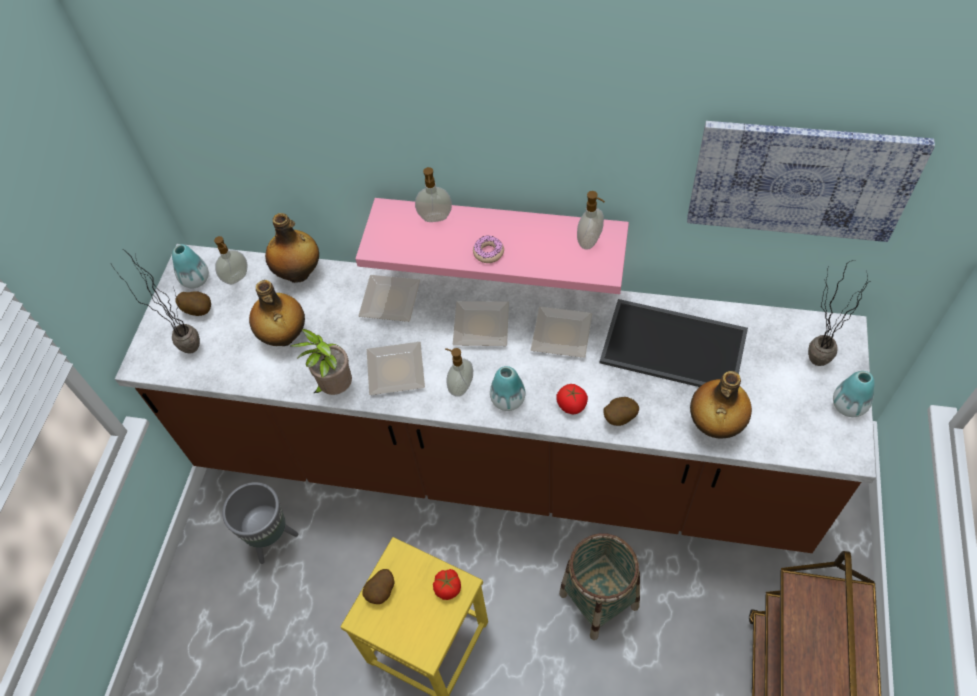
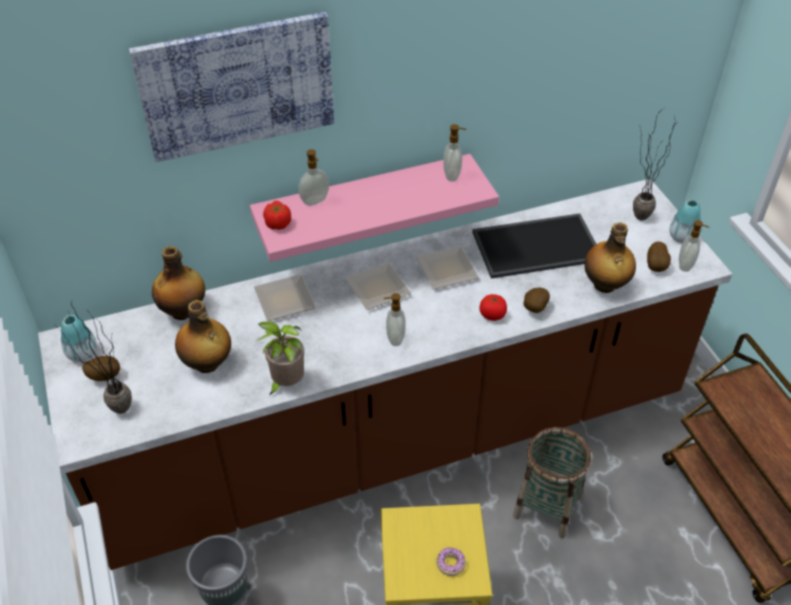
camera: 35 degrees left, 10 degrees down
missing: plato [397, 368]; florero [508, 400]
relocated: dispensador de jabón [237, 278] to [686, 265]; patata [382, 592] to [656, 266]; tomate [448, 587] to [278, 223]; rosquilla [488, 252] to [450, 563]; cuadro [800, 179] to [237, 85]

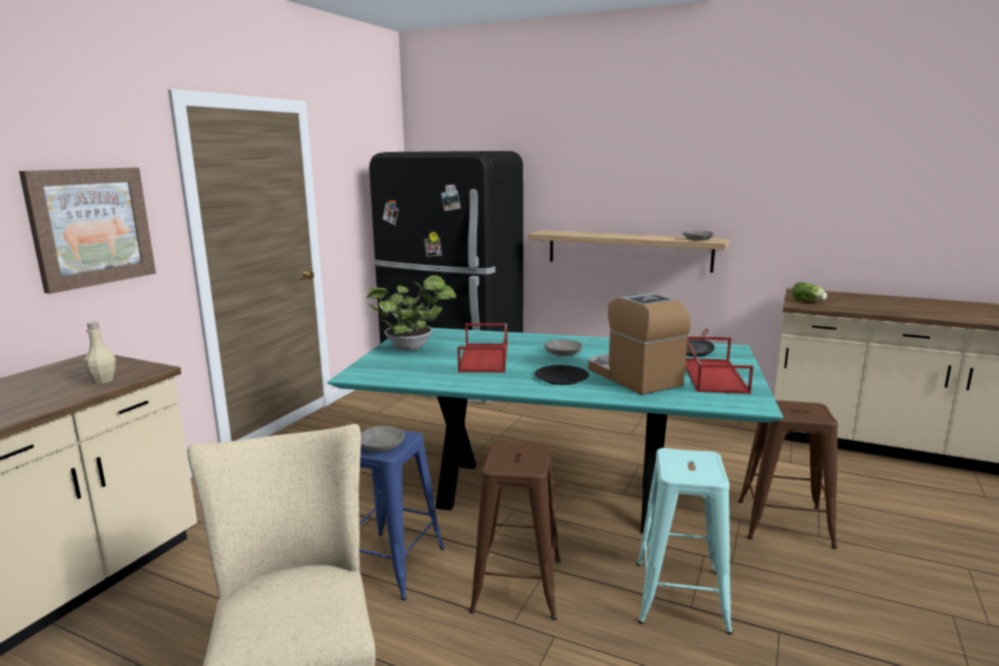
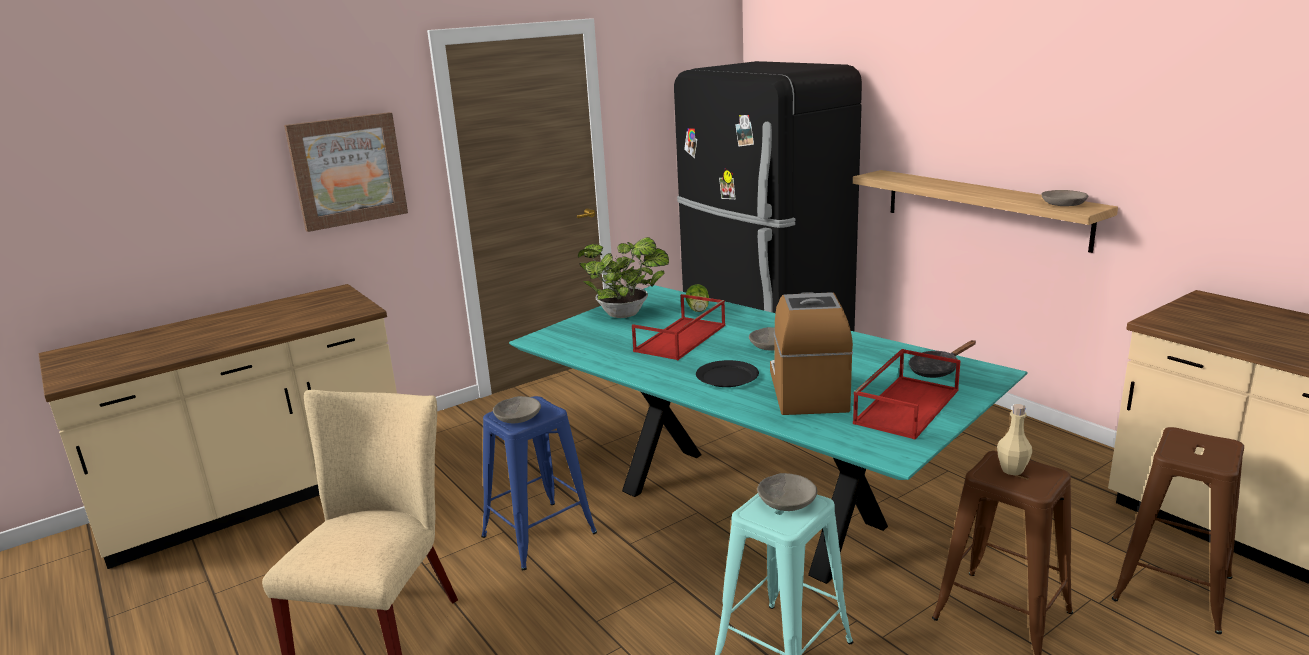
camera: 30 degrees right, 5 degrees up
appeared: cuenco [gris] [786, 500]
relocated: botella [beis] [103, 380] to [1012, 470]; taburete [marrón] [517, 585] to [1172, 588]; lechuga [808, 302] to [698, 310]

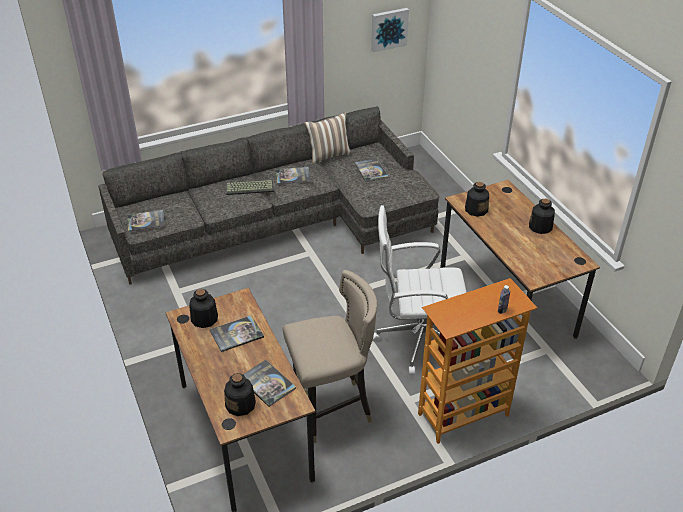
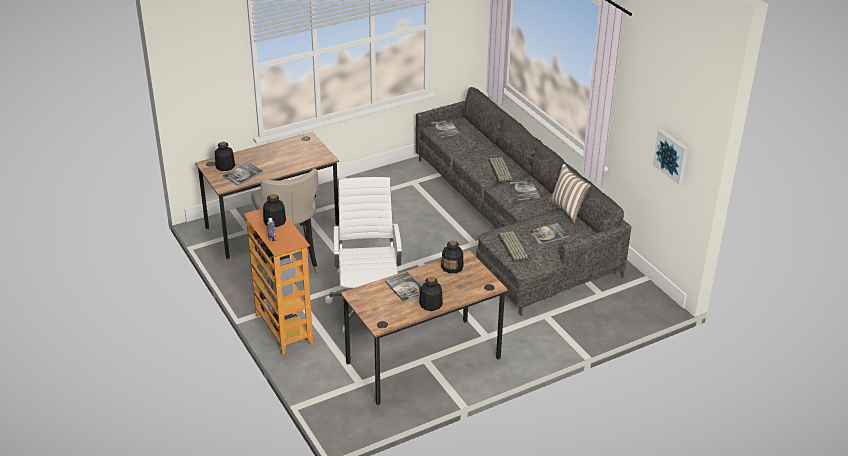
camera: 85 degrees right, 5 degrees down
appeared: teclado [514, 247]
relocated: botella [204, 319] to [274, 221]; libro [236, 334] to [405, 288]

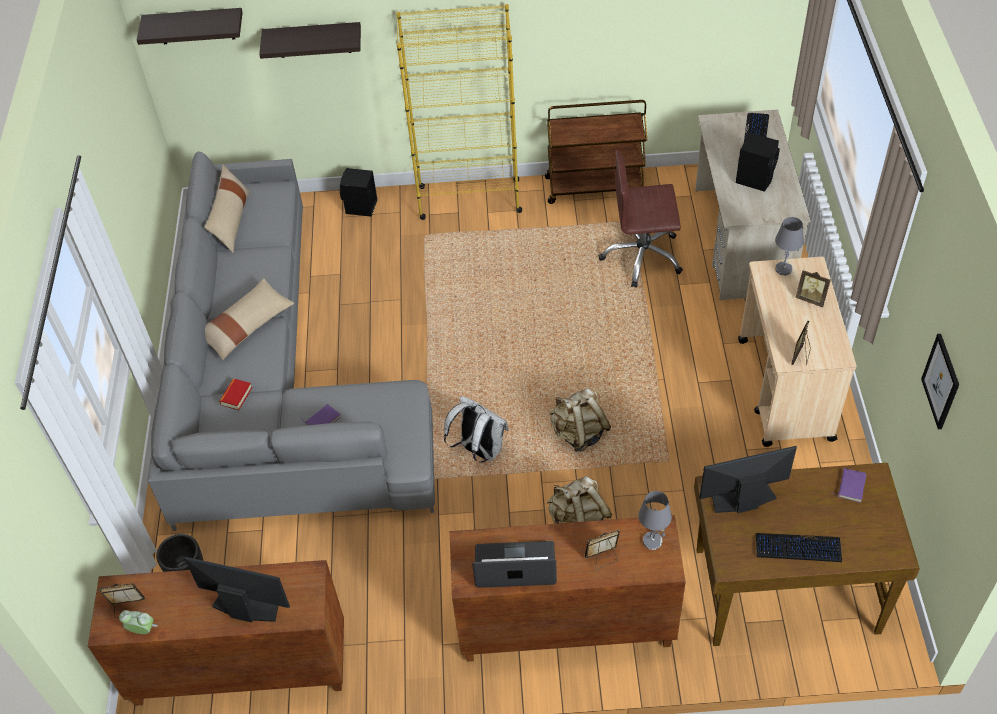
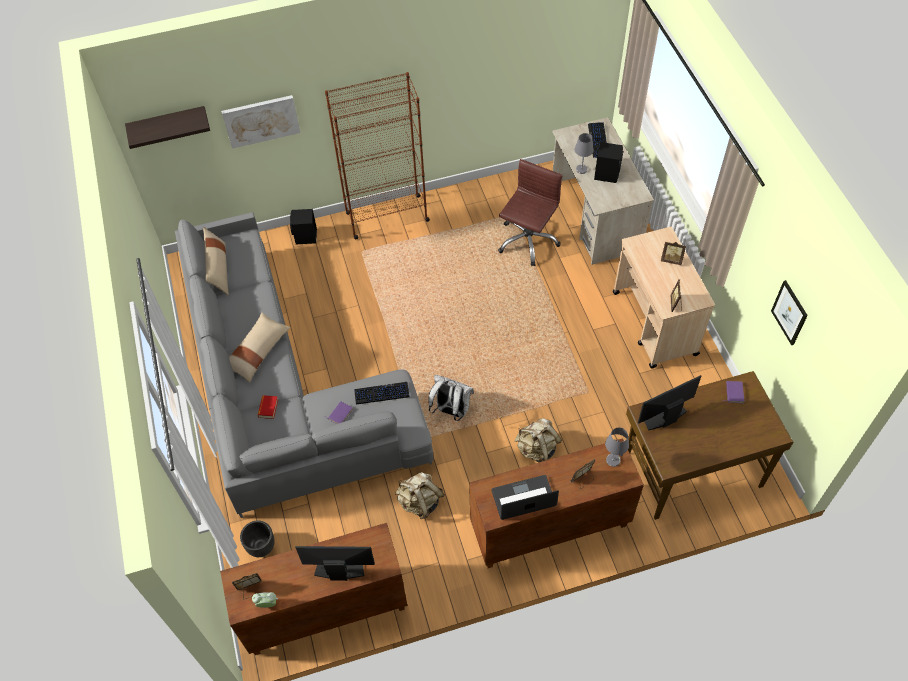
camera: 15 degrees left, 5 degrees up
missing: carrito [marrón] [595, 186]
relocated: mochila [beis] [579, 433] to [420, 502]; teclado [797, 548] to [381, 393]; lámpara de mesa [gris] [783, 268] to [581, 169]
exchanged: estante [313, 40] to cuadro [261, 120]
colour: estantería [amarillo] [469, 199] to estantería [marrón] [386, 217]
spun: silla de oficina [marrón] [642, 257] = [527, 241] 135 degrees clockwise

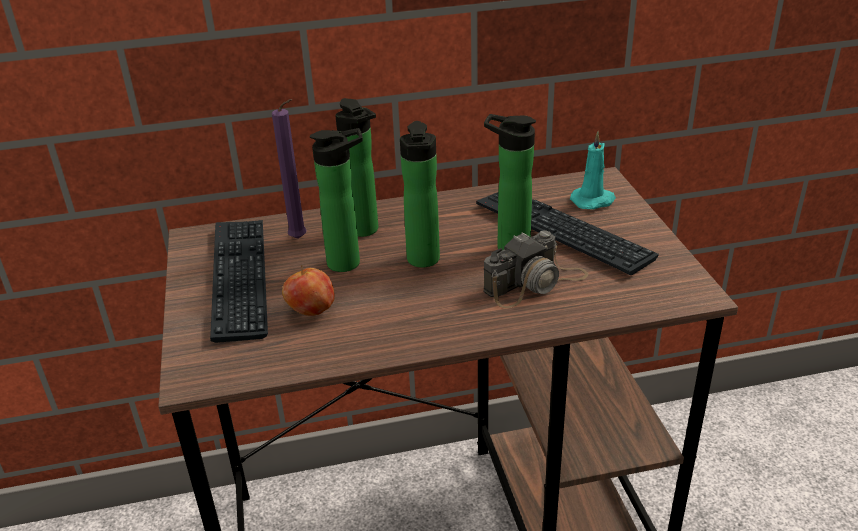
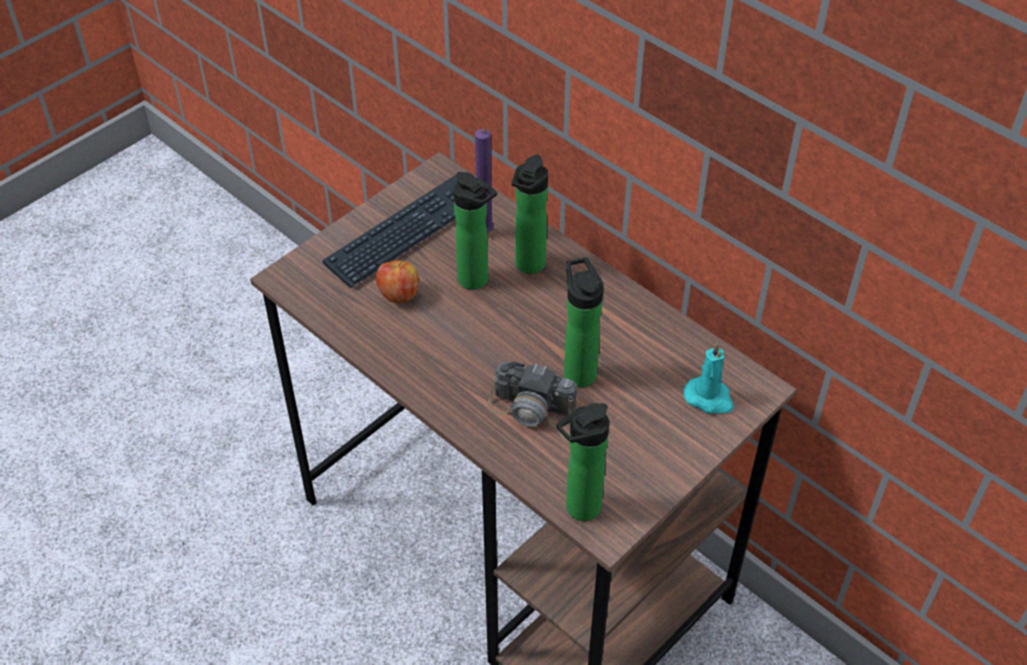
camera: 55 degrees right, 15 degrees up
missing: teclado [562, 232]
relocated: botella [423, 262] to [578, 510]

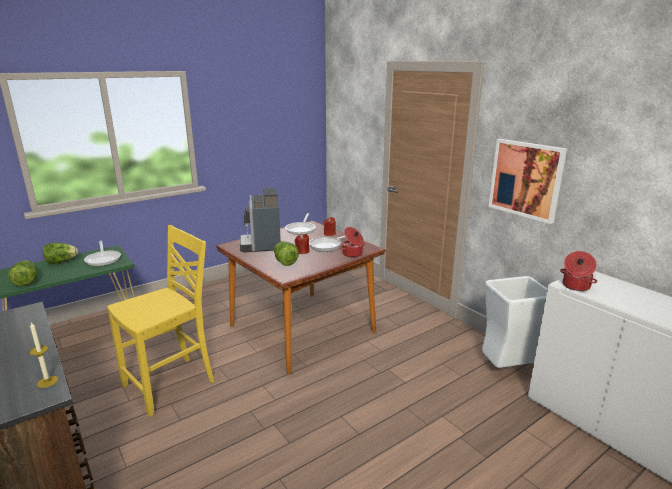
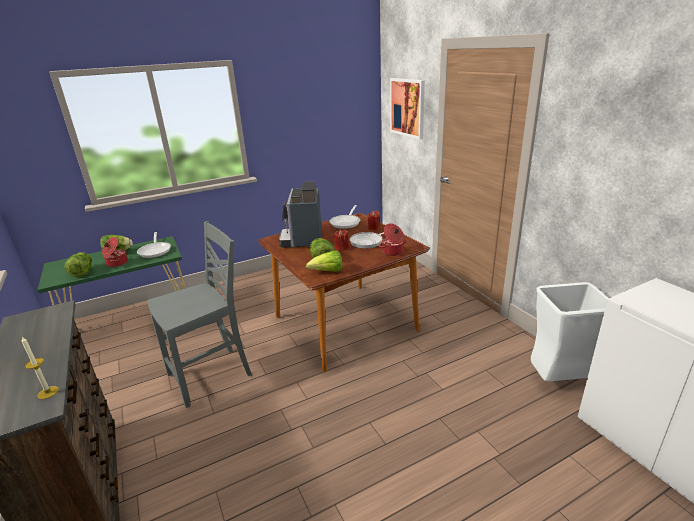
camera: 10 degrees right, 5 degrees up
appeared: lechuga [327, 272]
relocated: cuadro [526, 179] to [407, 107]; olla [575, 286] to [116, 263]
colour: silla [amarillo] [171, 384] to silla [gris] [212, 375]

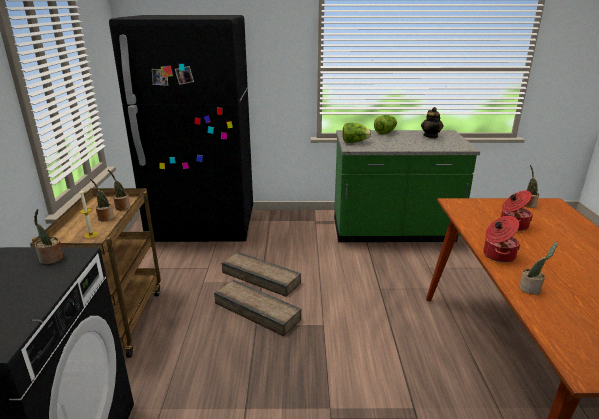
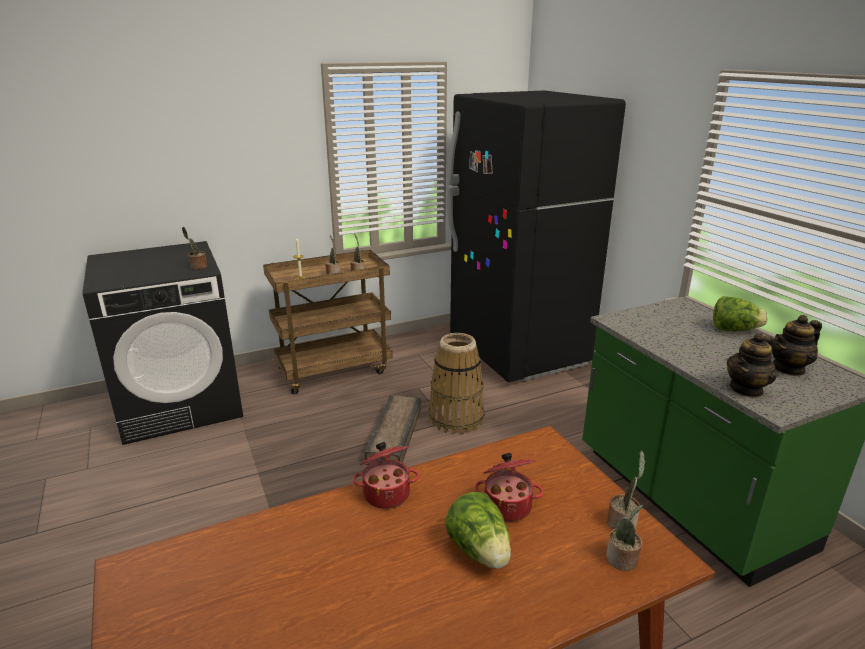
camera: 65 degrees right, 0 degrees up
appeared: tetera [746, 389]
relocated: lechuga [354, 142] to [480, 550]; planta en maceta [531, 289] to [622, 561]
exchanged: caja de embalaje [261, 277] to cesta [456, 418]

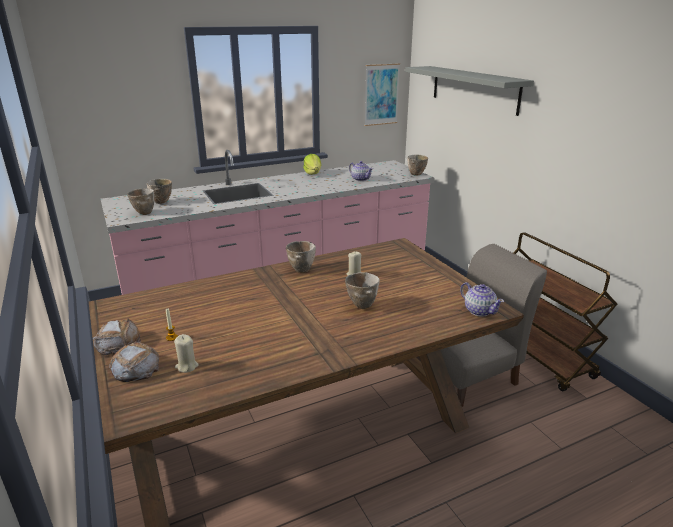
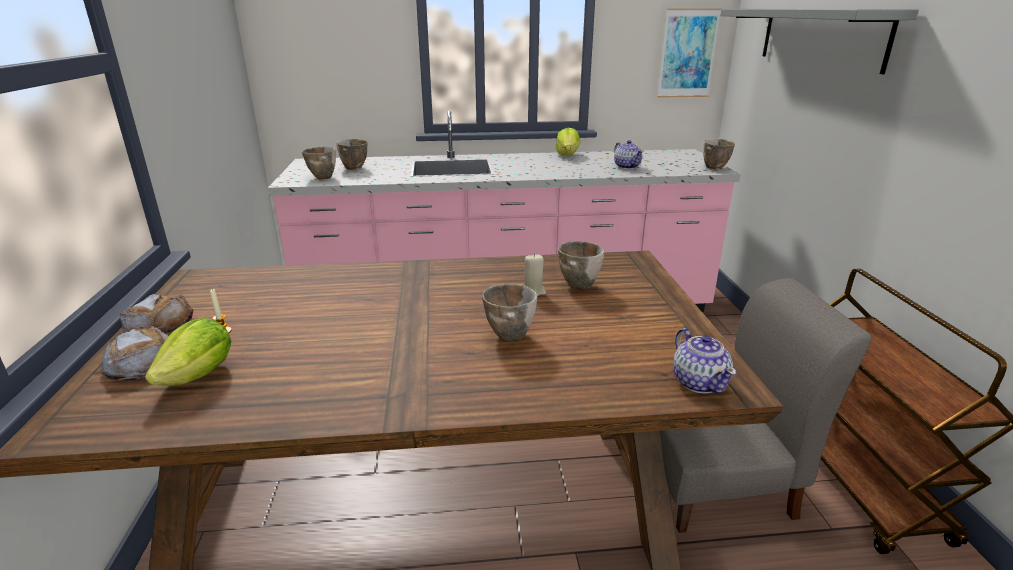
camera: 20 degrees right, 0 degrees up
relocated: cuenco [302, 269] to [580, 285]
exchanged: vela [beis] [186, 366] to lechuga [200, 375]

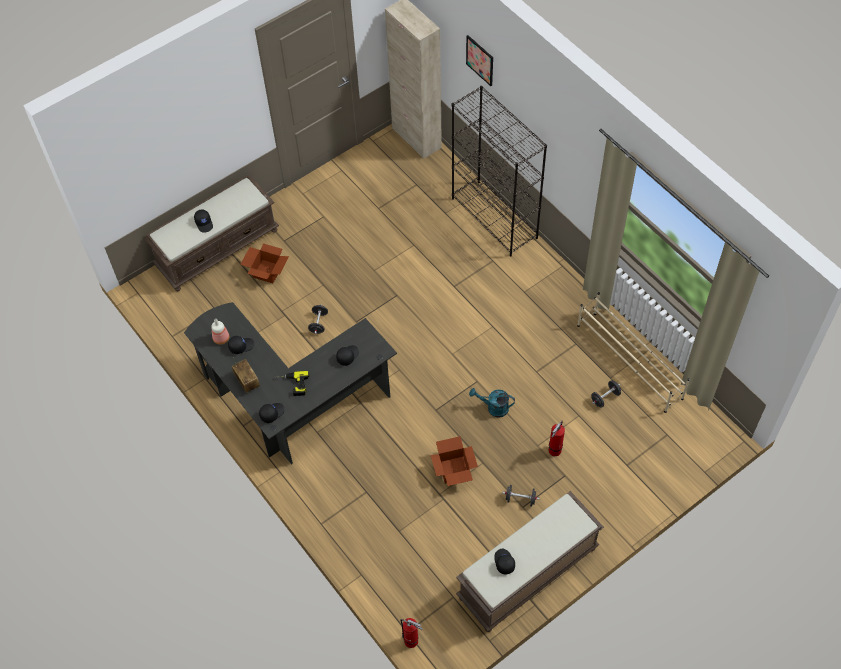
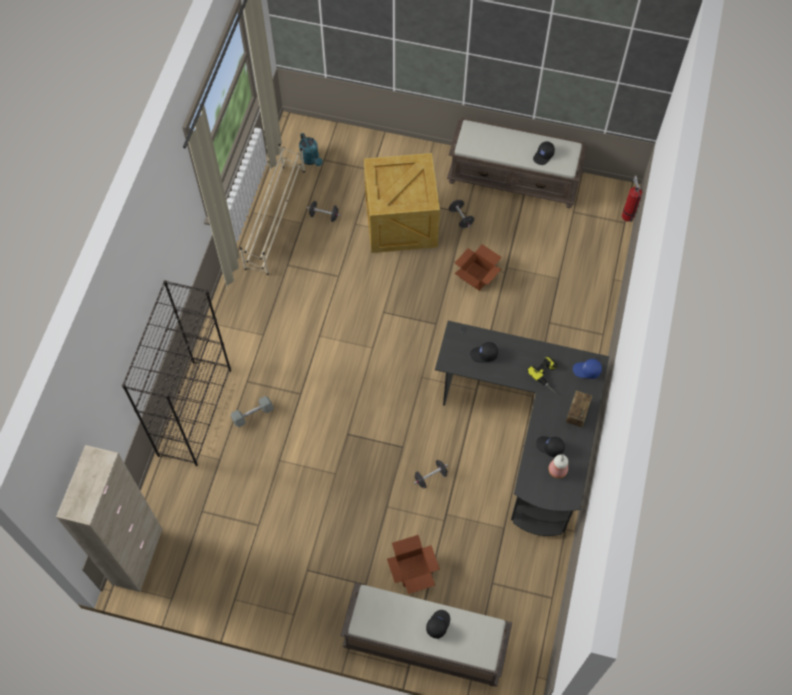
camera: 130 degrees left, 5 degrees up
missing: cuadro [480, 60]
appeared: mancuerna [gris] [253, 414]
relocated: regadera [turquesa] [493, 408] to [311, 160]
exchanged: extintor [554, 451] to caja de embalaje [402, 221]
colour: gorra [negro] [271, 413] to gorra [azul] [586, 371]

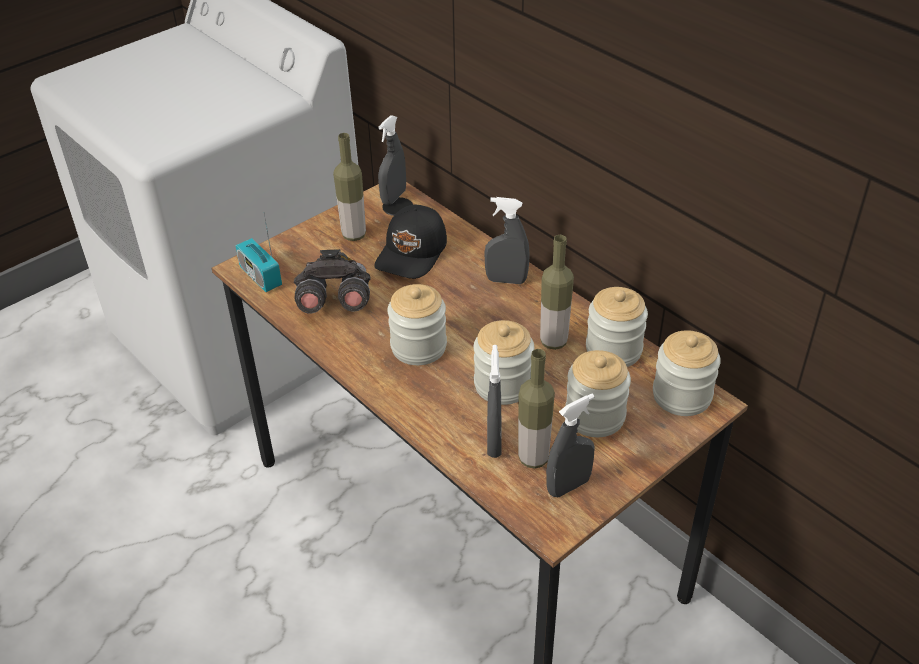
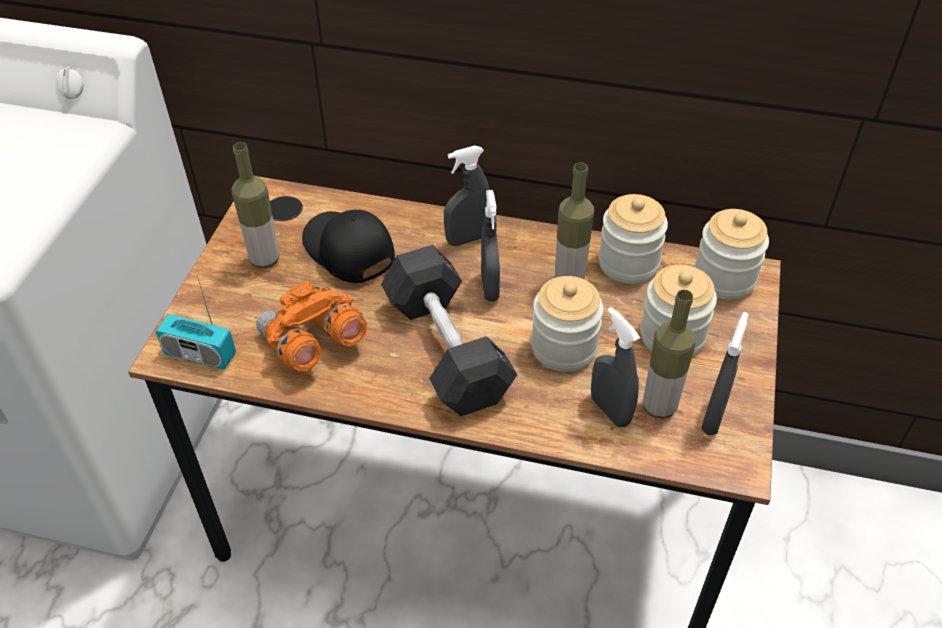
camera: 35 degrees left, 5 degrees up
relocated: pulverizador [gris] [393, 197] to [490, 287]
exchanged: tarro [418, 347] to mancuerna [gris] [447, 349]
colour: prismáticos [gris] [334, 302] to prismáticos [naranja] [312, 344]
spun: gorra [negro] [413, 253] = [348, 252] 150 degrees clockwise

